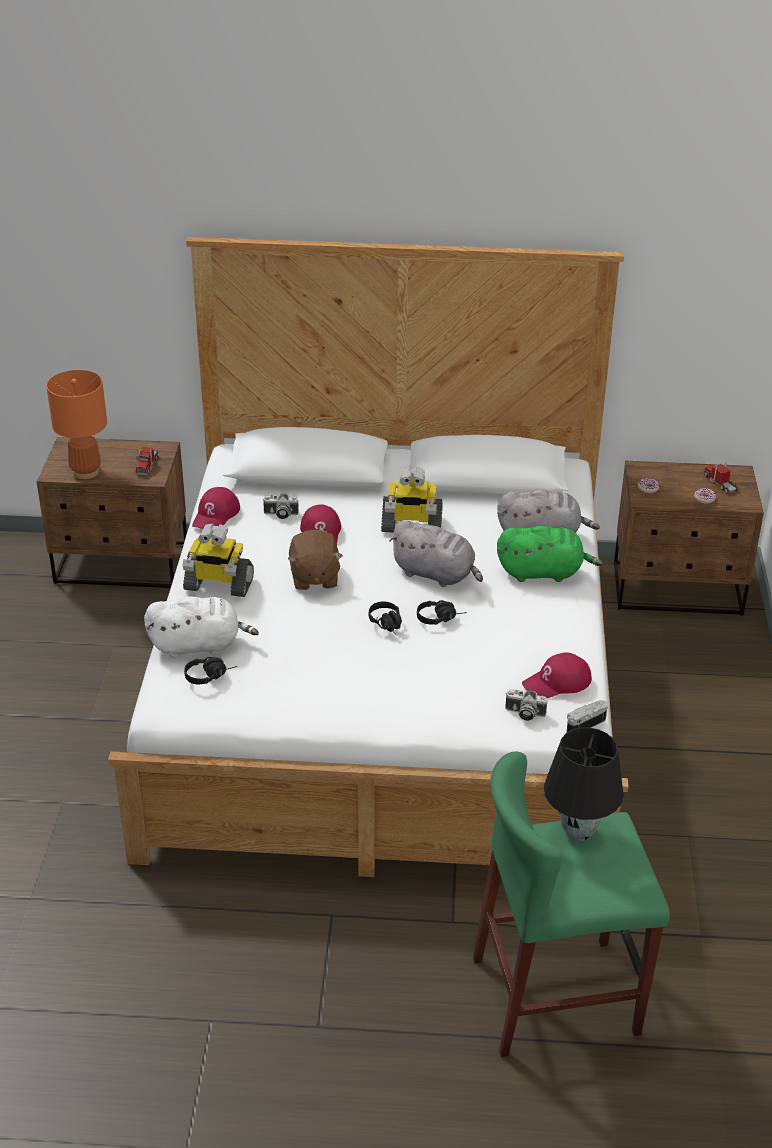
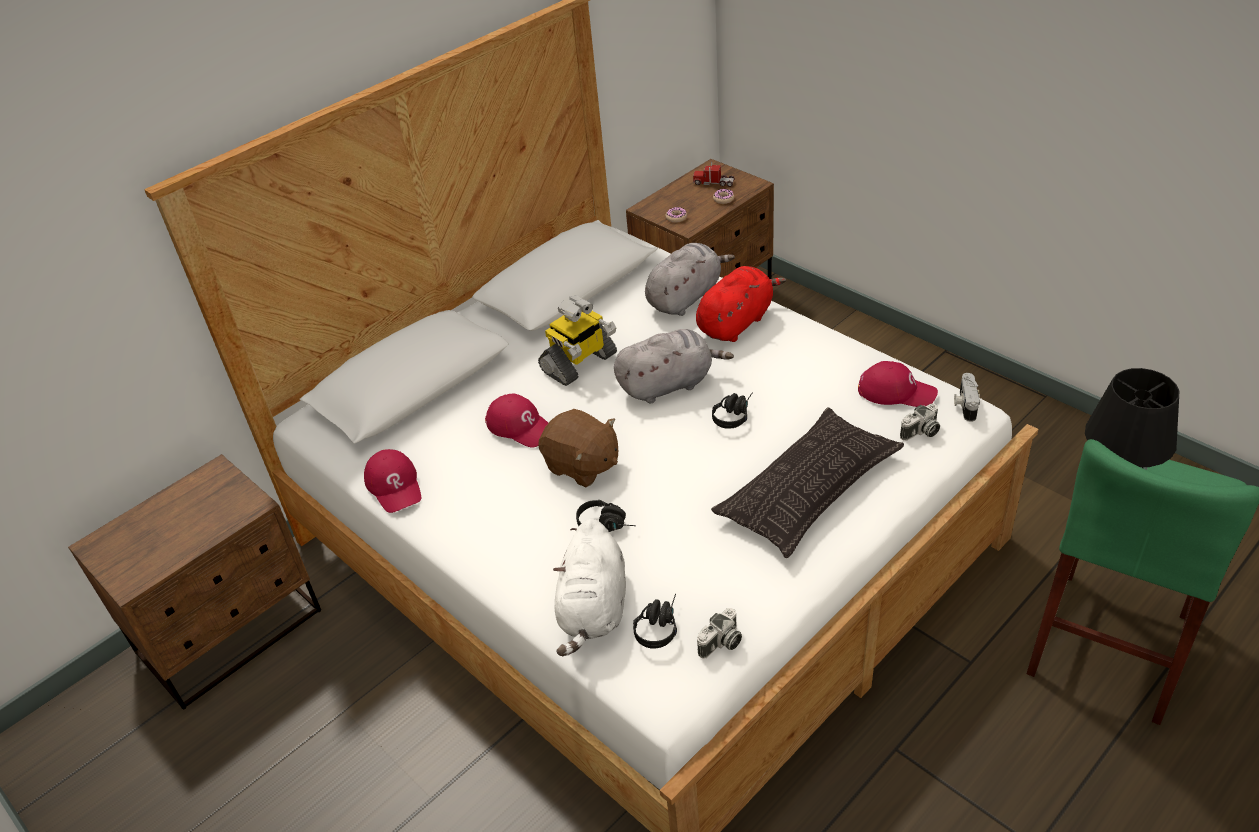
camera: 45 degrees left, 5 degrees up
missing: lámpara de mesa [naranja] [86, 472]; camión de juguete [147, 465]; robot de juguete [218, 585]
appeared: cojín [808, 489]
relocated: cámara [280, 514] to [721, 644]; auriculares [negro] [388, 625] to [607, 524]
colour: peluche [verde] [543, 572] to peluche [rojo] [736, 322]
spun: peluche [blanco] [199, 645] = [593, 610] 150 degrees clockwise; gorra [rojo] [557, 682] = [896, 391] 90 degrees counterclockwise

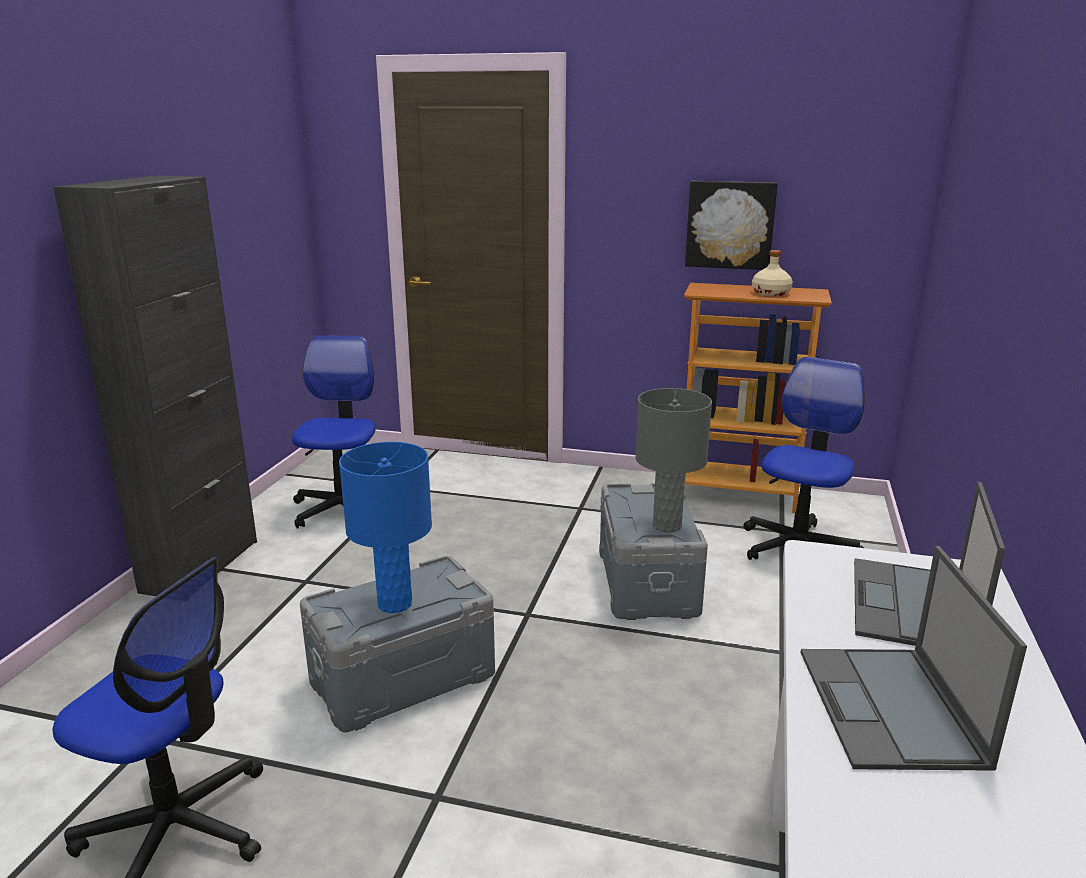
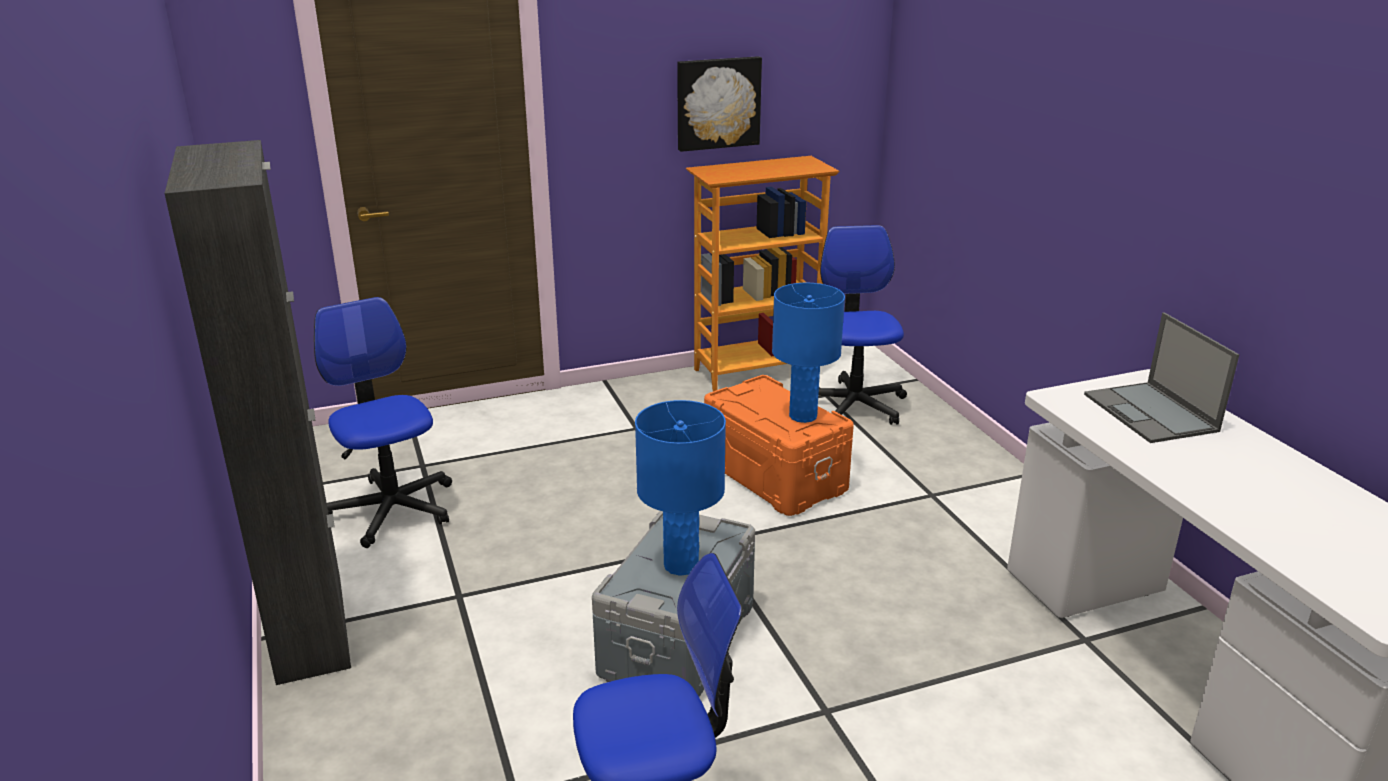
camera: 35 degrees left, 5 degrees up
missing: botella [beis] [770, 293]; portátil [891, 708]
colour: caja de almacenaje [gris] [648, 582] to caja de almacenaje [naranja] [775, 475]; lámpara de mesa [gris] [667, 525] to lámpara de mesa [azul] [802, 416]

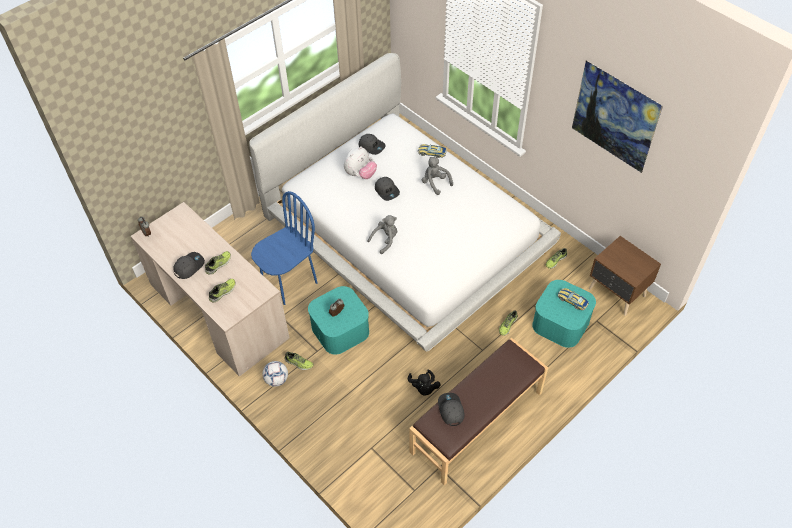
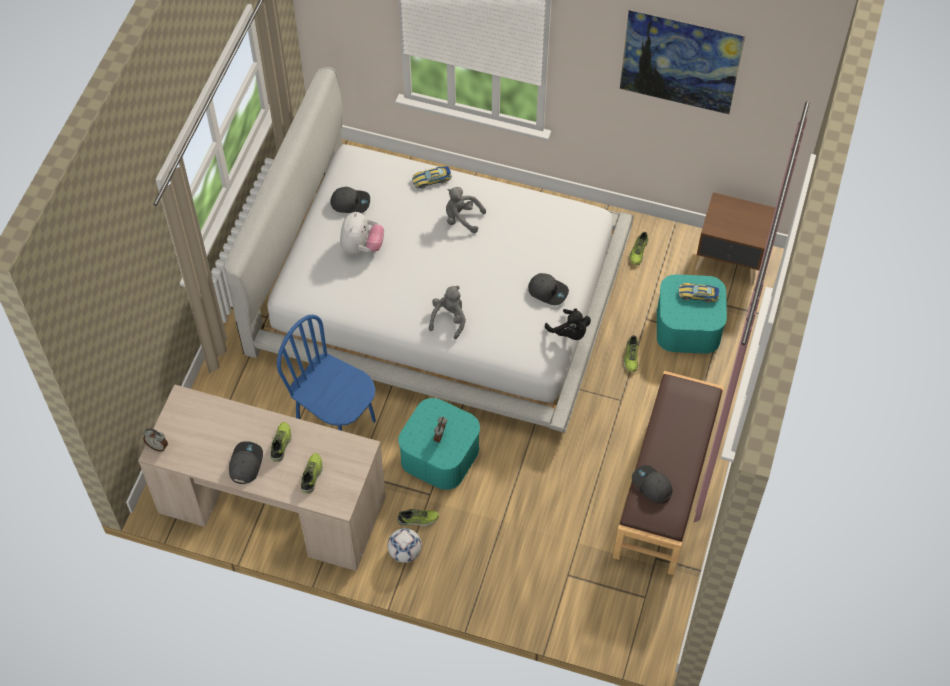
camera: 30 degrees left, 5 degrees up
relocated: gorra [gris] [387, 191] to [548, 291]; peluche [negro] [424, 388] to [569, 332]
spun: silla [azul] [289, 282] = [336, 425] 75 degrees counterclockwise

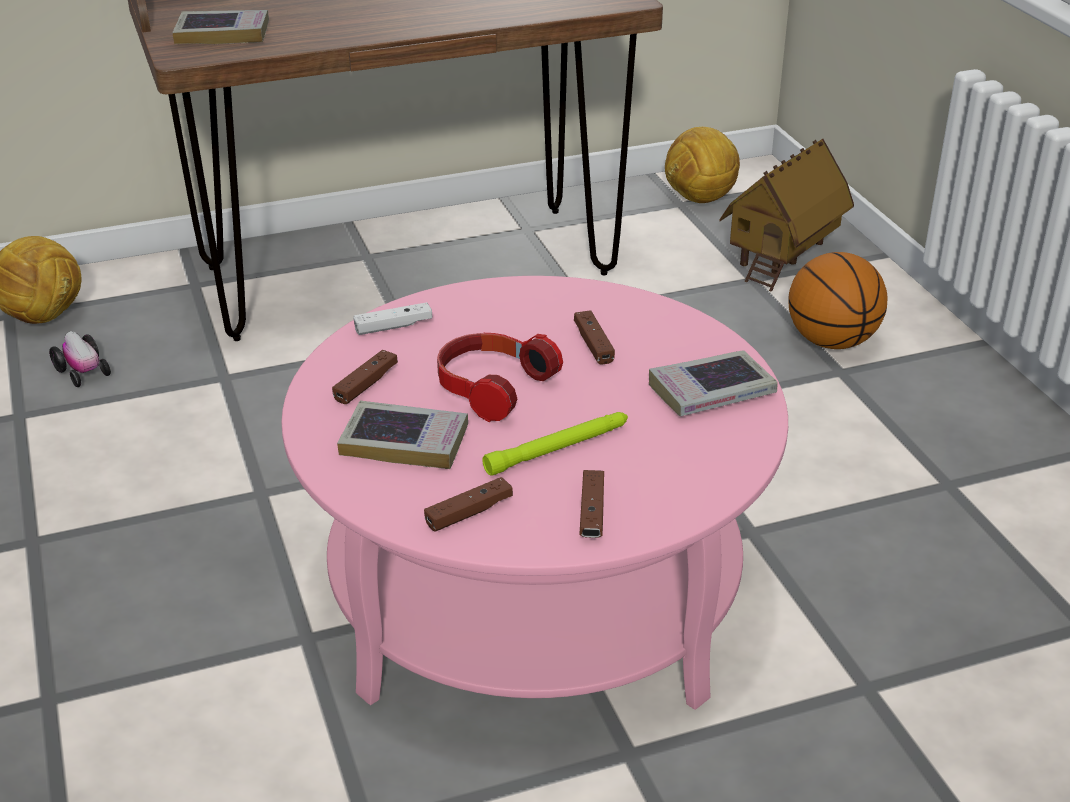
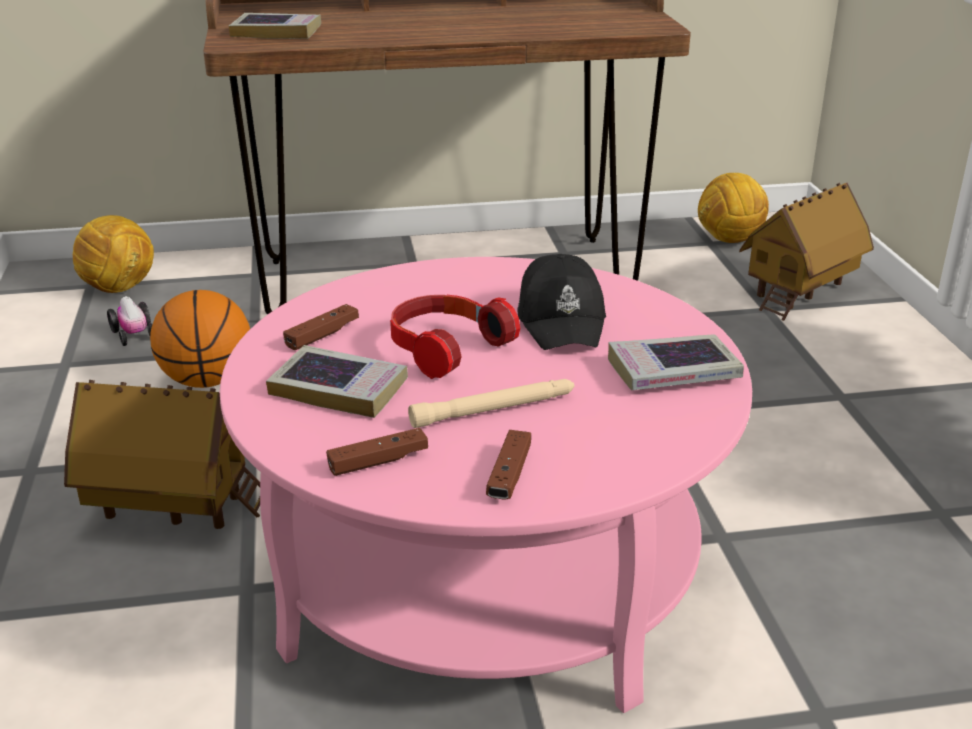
camera: 10 degrees right, 5 degrees down
missing: mando de consola [blanco] [393, 326]
appeared: casita [174, 508]
relocated: balón de baloncesto [831, 342] to [206, 381]
exchanged: mando de consola [marrón] [593, 344] to gorra [negro] [562, 319]
colour: linterna [verde] [558, 449] to linterna [beis] [494, 410]

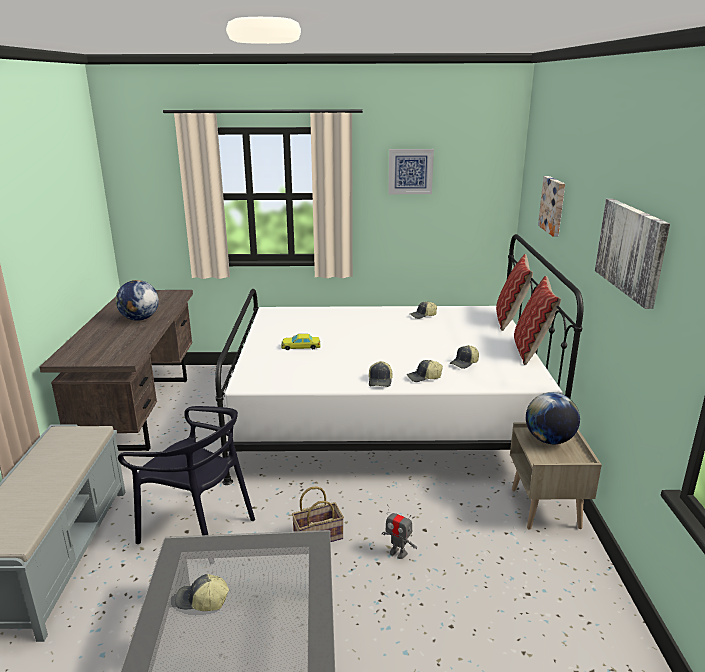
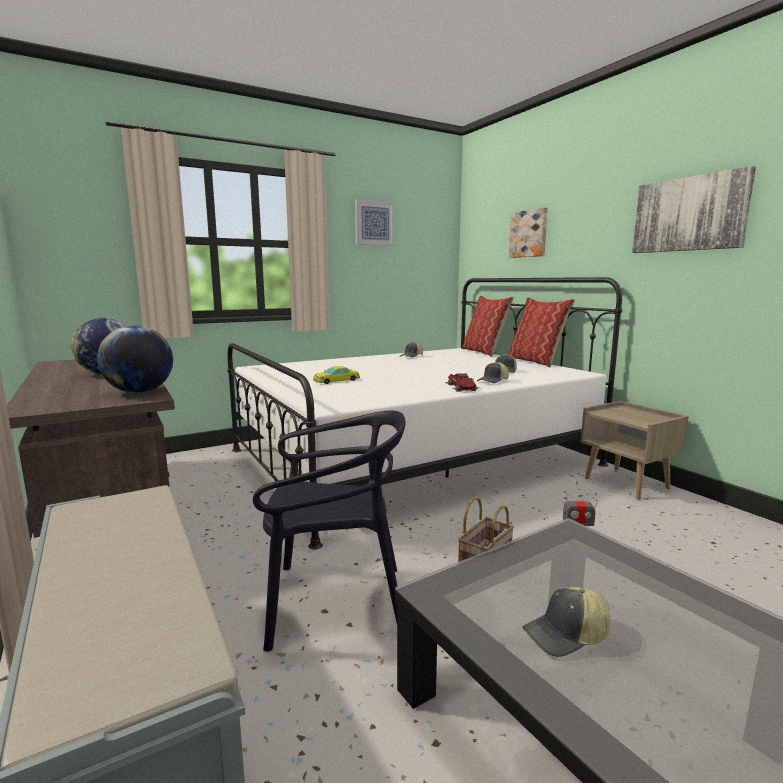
camera: 30 degrees left, 10 degrees down
relocated: globo terráqueo [549, 440] to [140, 392]
exchanged: gorra [380, 381] to coche de juguete [462, 387]

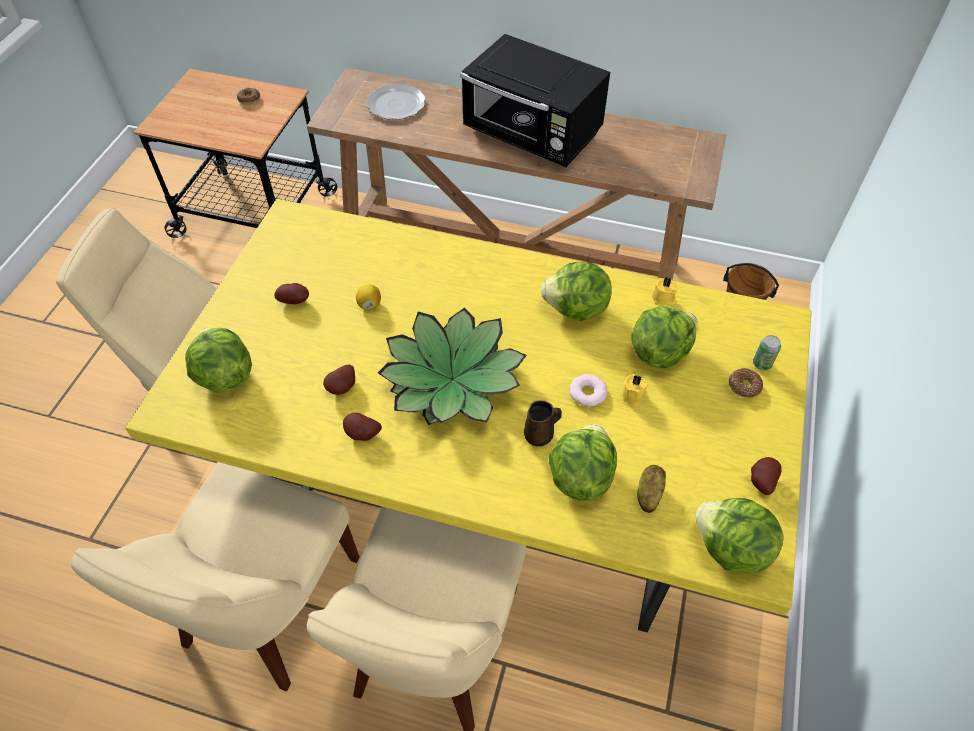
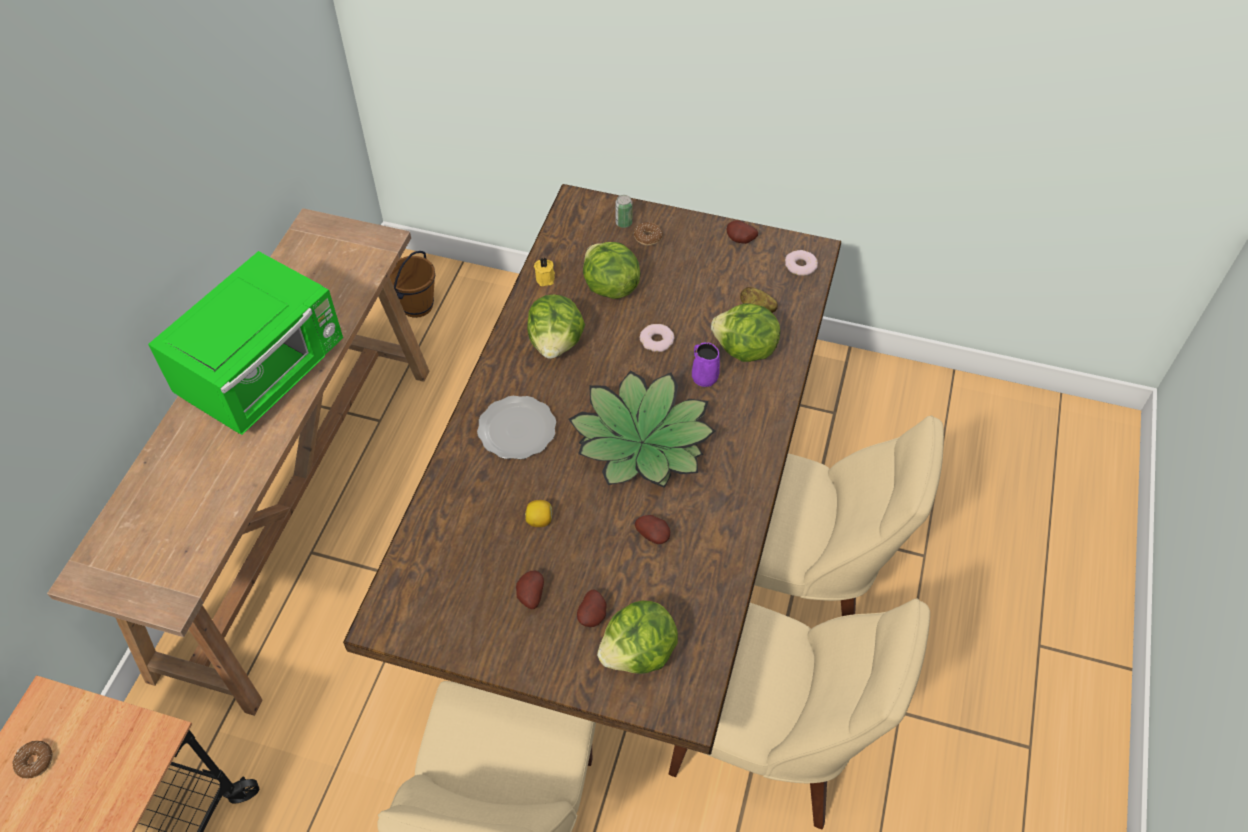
camera: 90 degrees left, 0 degrees up
missing: vela [amarillo] [634, 395]
relocated: patata [362, 435] to [593, 616]; plato [396, 104] to [516, 429]
exchanged: lechuga [730, 549] to rosquilla [800, 266]
colour: mesa de comedor [amarillo] [485, 483] to mesa de comedor [marrón] [623, 541]; microondas [negro] [533, 136] to microondas [verde] [266, 373]; taza grande [marrón] [540, 435] to taza grande [morado] [704, 376]

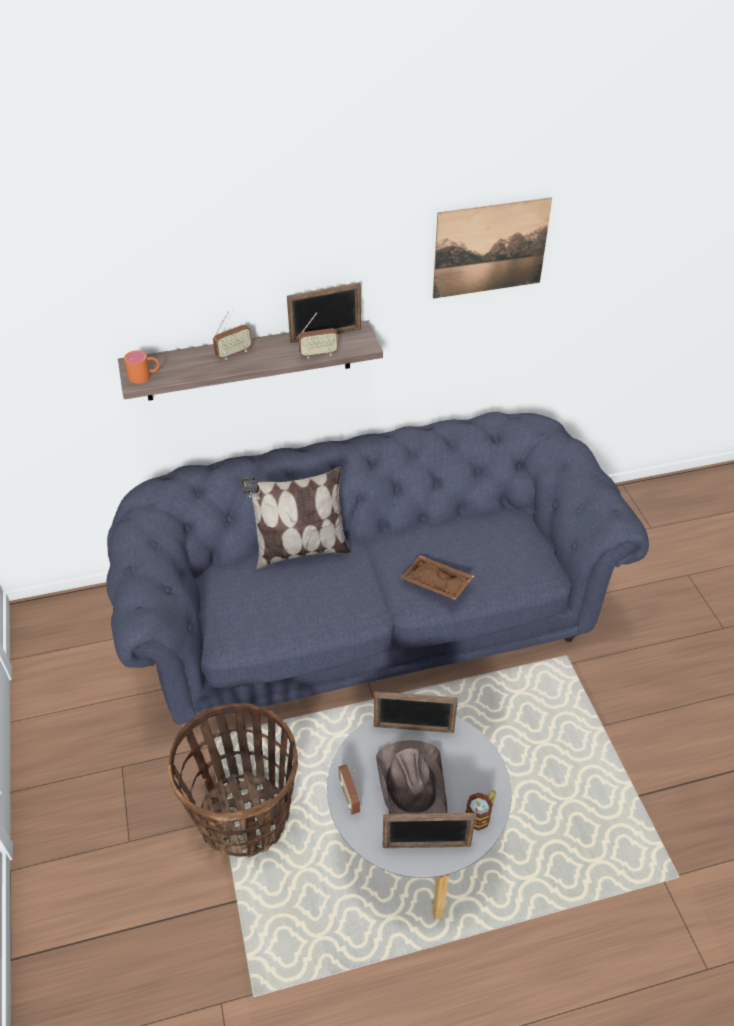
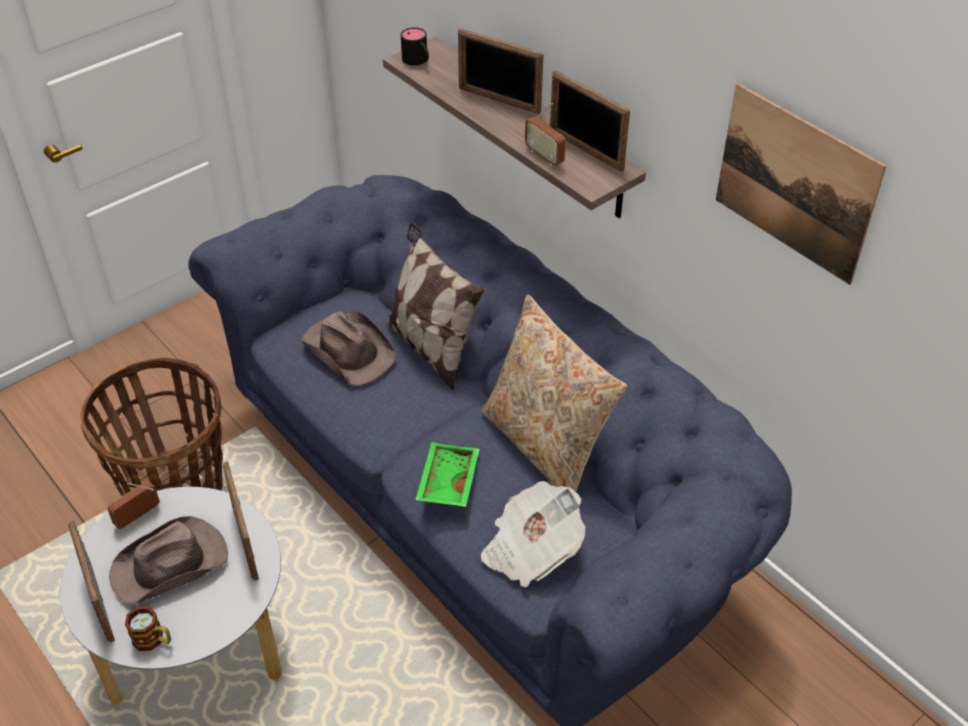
camera: 65 degrees right, 0 degrees up
appeared: sombrero [marrón] [349, 349]; cojín [beis] [546, 446]; periódico [531, 549]
exchanged: radio [234, 353] to portarretratos [499, 100]
colour: taza grande [naranja] [145, 376] to taza grande [negro] [418, 61]; bandeja [marrón] [435, 584] to bandeja [verde] [446, 481]

